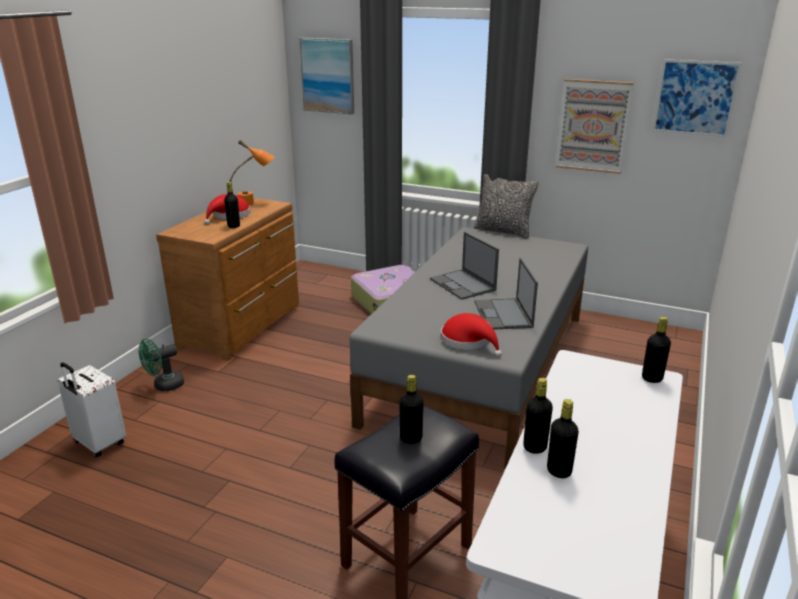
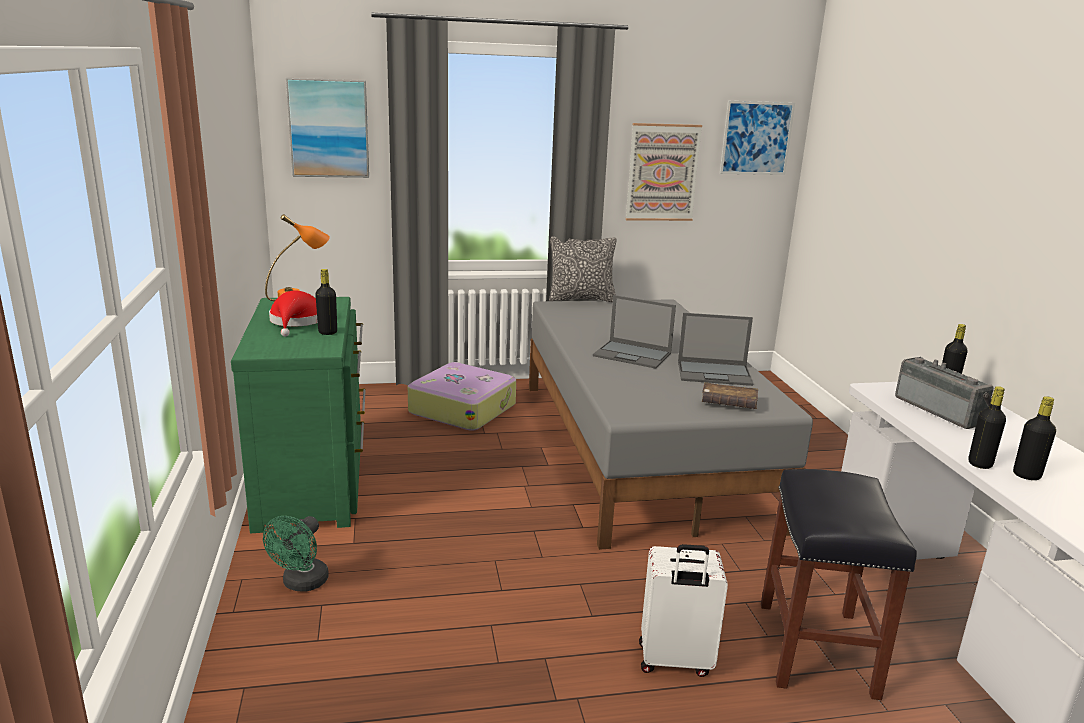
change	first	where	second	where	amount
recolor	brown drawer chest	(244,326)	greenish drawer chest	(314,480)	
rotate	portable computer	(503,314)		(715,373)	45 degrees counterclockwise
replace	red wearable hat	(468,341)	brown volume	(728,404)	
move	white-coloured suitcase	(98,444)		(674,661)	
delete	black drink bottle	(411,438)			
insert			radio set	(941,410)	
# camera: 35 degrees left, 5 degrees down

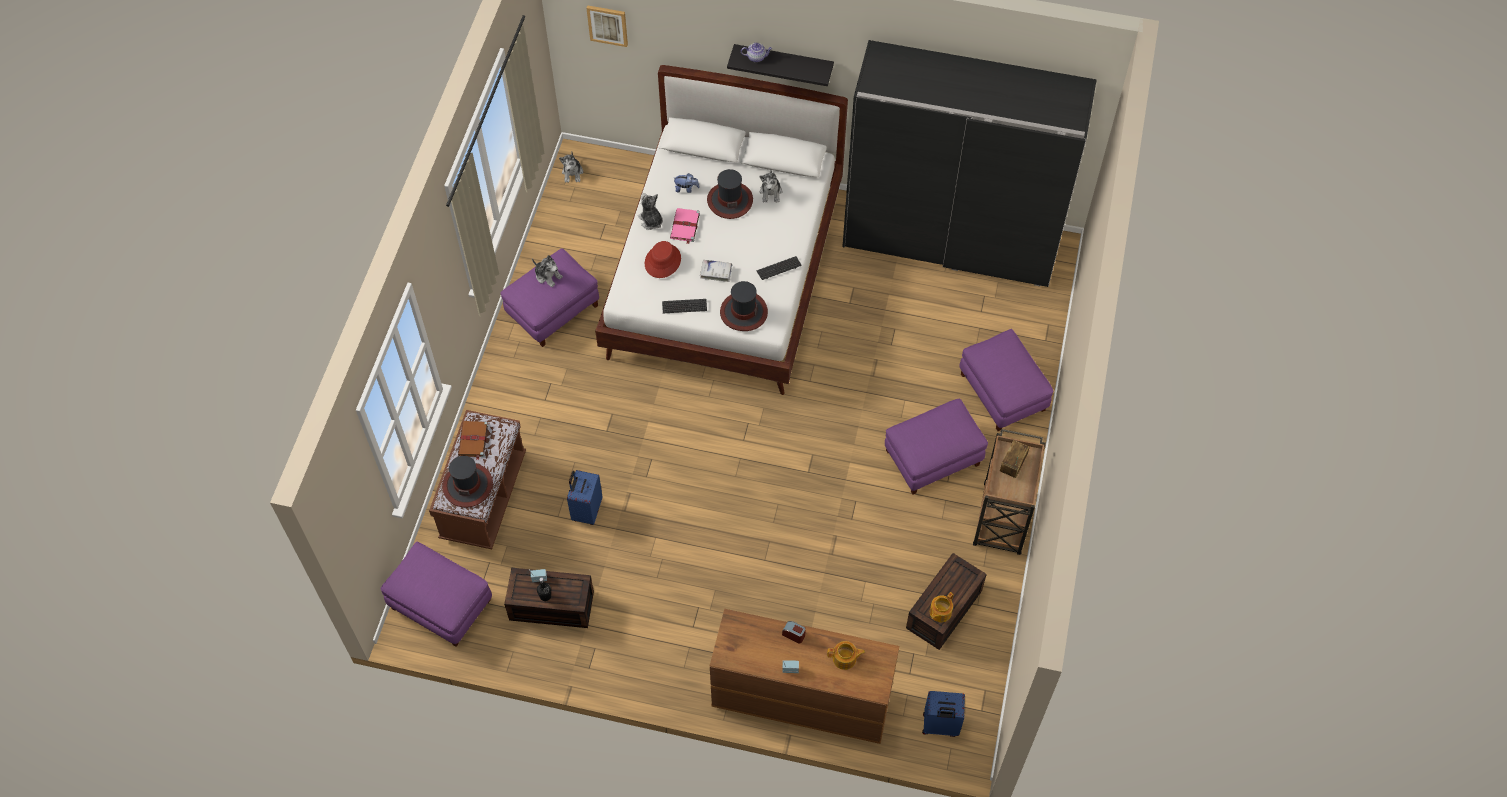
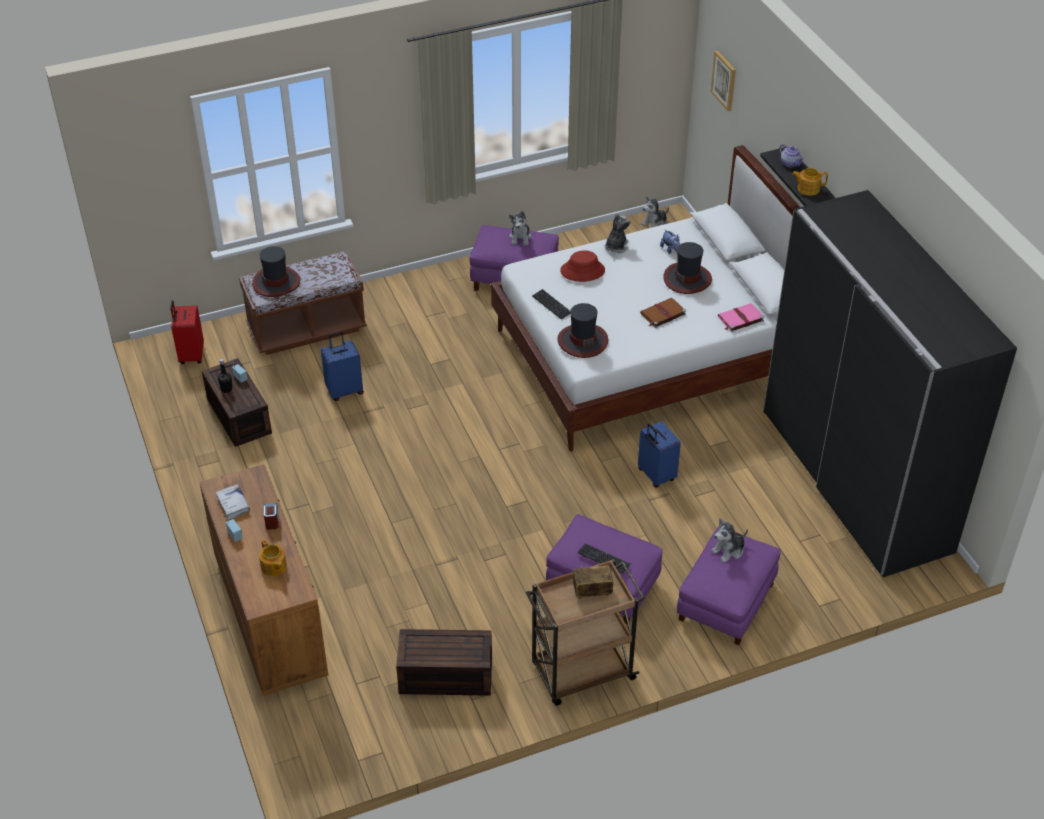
change	first	where	second	where	amount
move	soft toy	(771,192)		(728,550)	
move	pink-coloured volume	(685,226)		(740,319)	
move	keyboard	(779,268)		(603,559)	
move	white-coloured volume	(716,272)		(233,504)	
move	brown volume	(473,440)		(662,314)	
replace	purple footrest	(440,605)	red suitcase	(191,355)	
move	teapot	(940,612)		(808,188)	
move	blue-coloured suitcase	(940,726)		(655,475)	
# camera: 55 degrees right, 15 degrees down

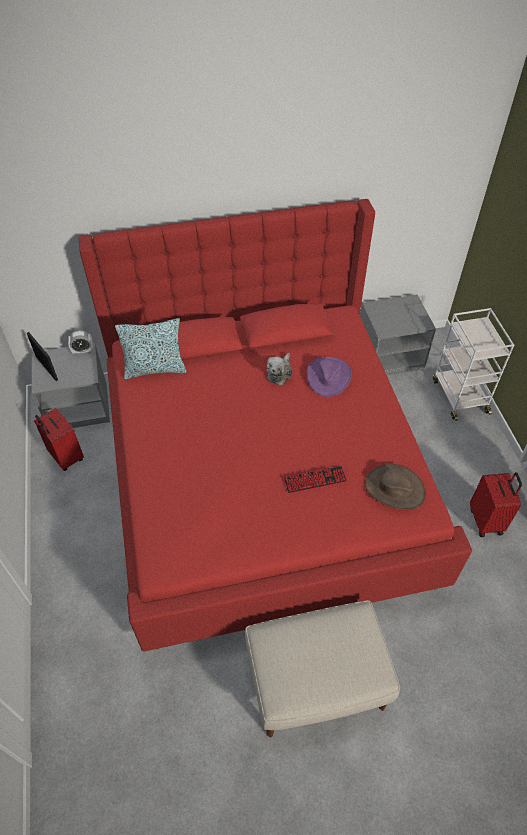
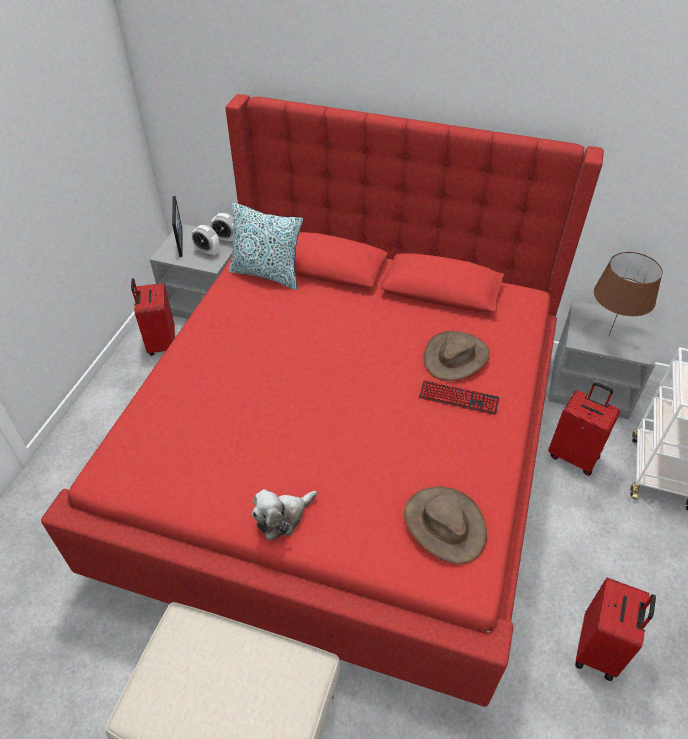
change	first	where	second	where	amount
move	soft toy	(279,373)		(283,517)	
recolor	purple wearable hat	(328,376)	brown wearable hat	(455,357)	
move	keyboard	(315,480)		(458,398)	
insert			table clock	(207,252)	
insert			brown lamp for a table	(608,335)	
insert			red suitcase	(574,455)	
# camera: 30 degrees right, 5 degrees down

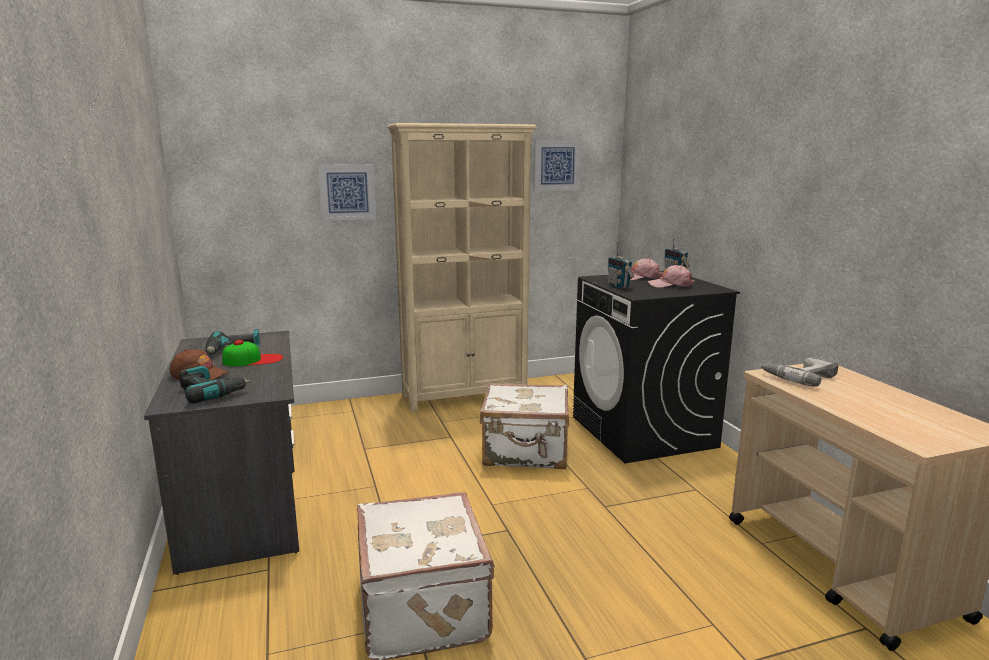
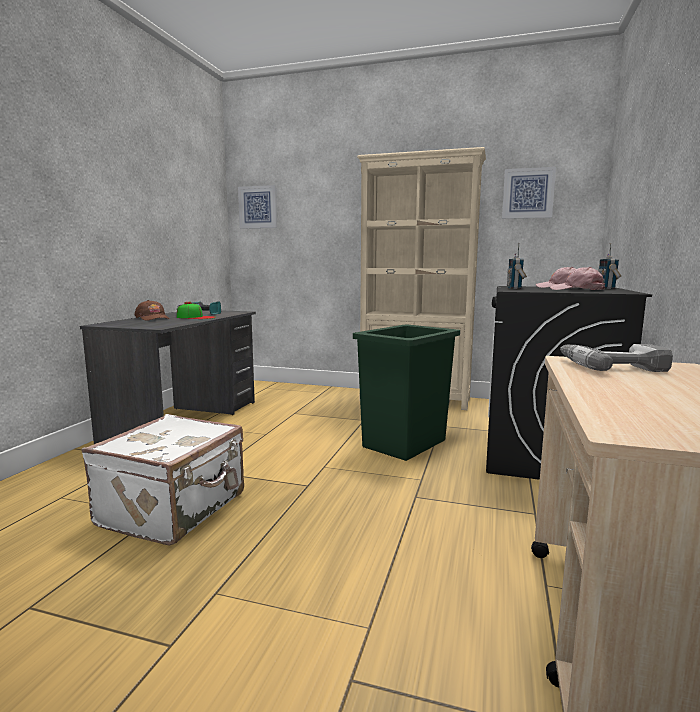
change	first	where	second	where	amount
move	picture	(347,192)		(258,207)	
delete	power drill	(211,392)			
replace	white-coloured suitcase	(526,453)	greenish rubbish bin	(405,443)	
# camera: 35 degrees right, 5 degrees down

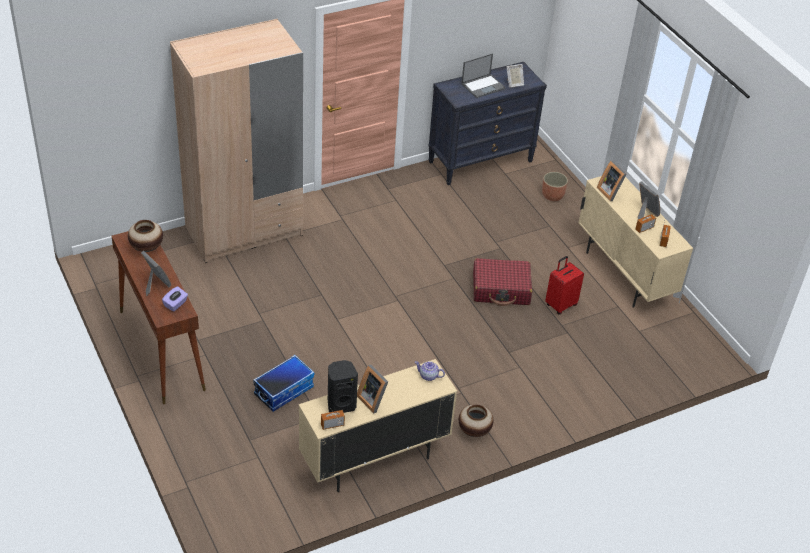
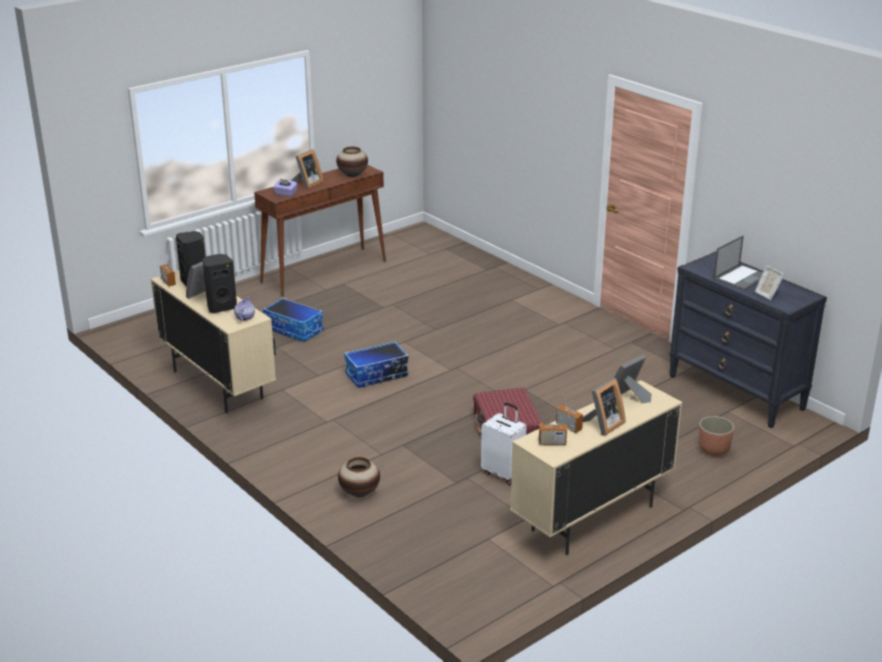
change	first	where	second	where	amount
delete	beige-coloured armoire	(244,231)			
rotate	portable computer	(483,86)		(741,277)	90 degrees counterclockwise
recolor	red suitcase	(560,304)	white-coloured suitcase	(503,473)	
move	vase	(474,431)		(359,493)	
insert			black loudspeaker	(221,307)	
insert			storage container	(376,375)	
# camera: 80 degrees right, 15 degrees down

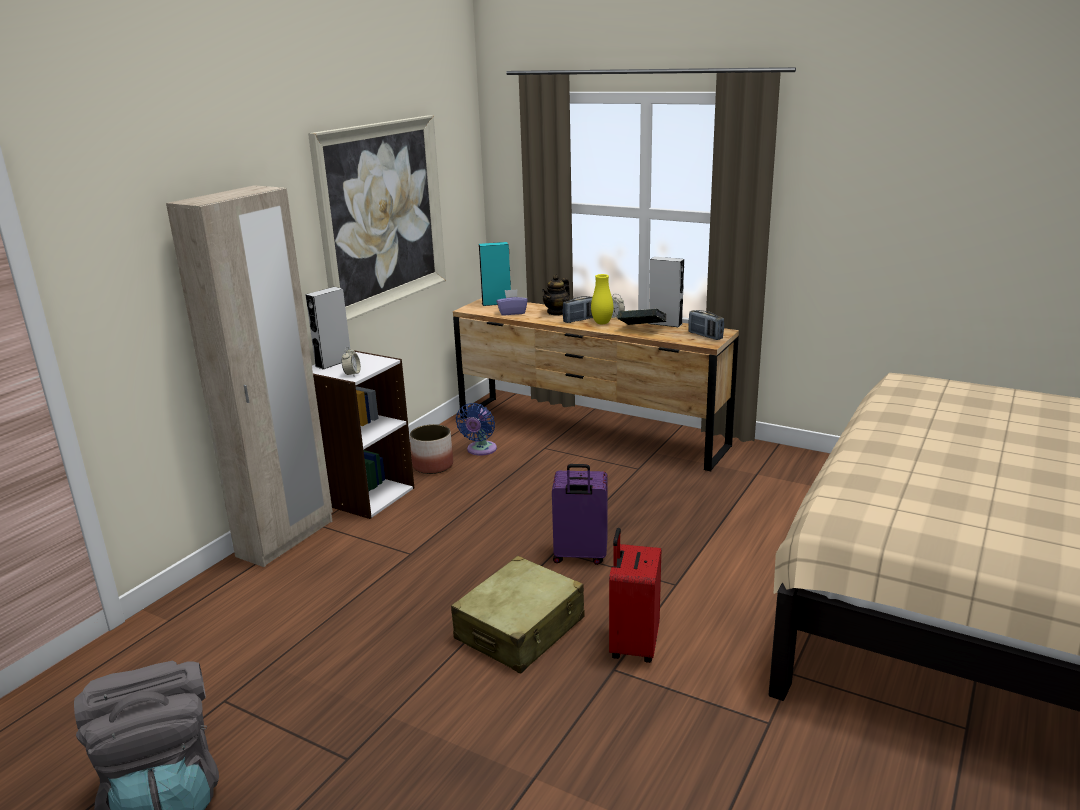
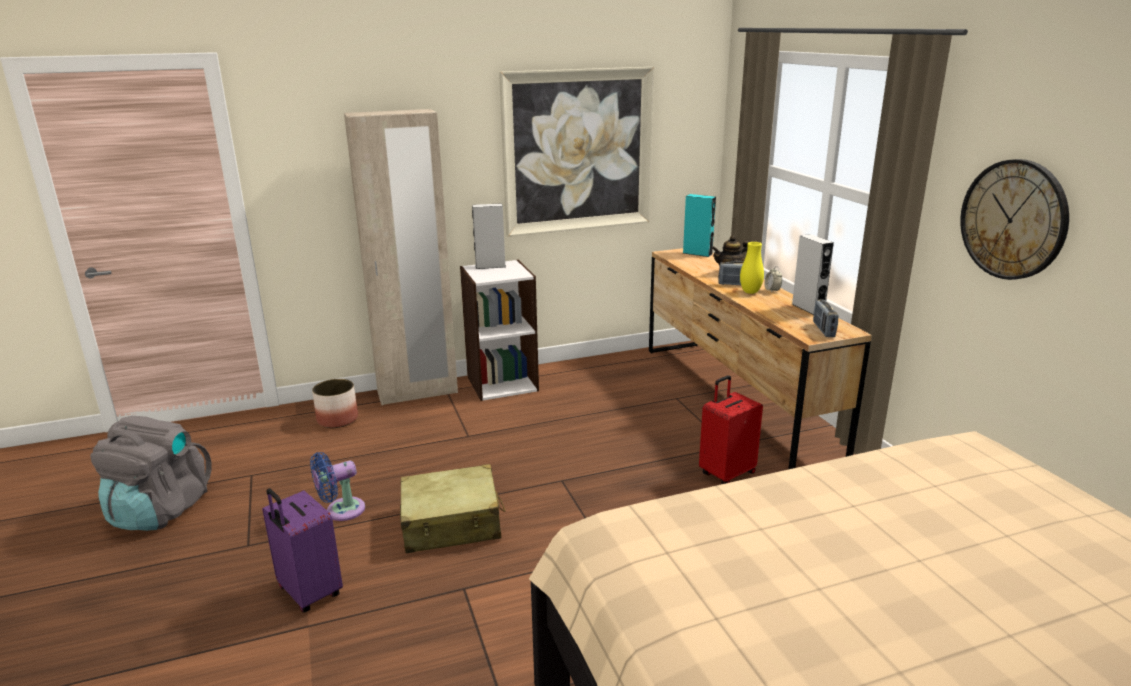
change	first	where	second	where	amount
delete	purple tissue box	(512,312)			
delete	volume	(642,329)			
delete	table clock	(352,374)			
move	blue-coloured electric fan	(480,450)		(341,511)	
move	planter	(432,465)		(338,419)	
move	purple suitcase	(580,556)		(308,593)	
move	red suitcase	(632,645)		(726,473)	
insert			wall clock	(1013,219)	
# camera: 40 degrees right, 0 degrees up

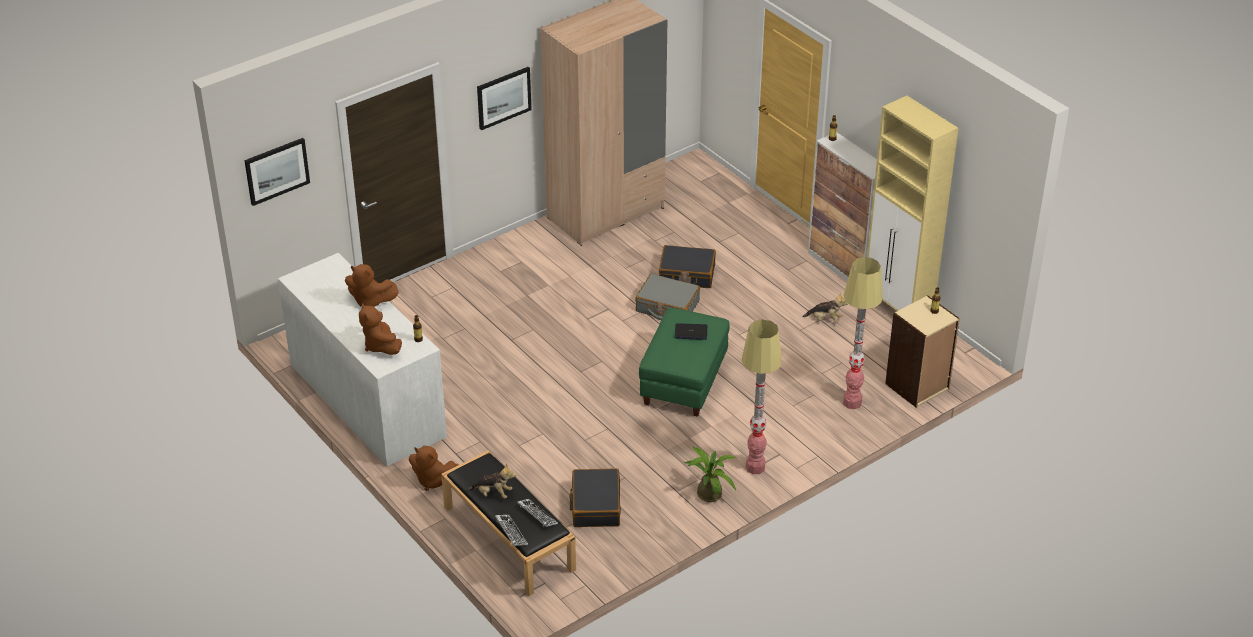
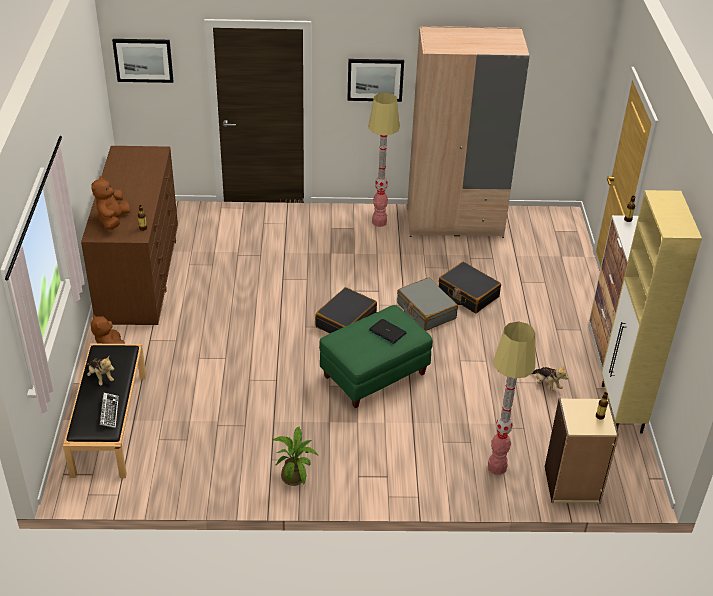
change	first	where	second	where	amount
recolor	white-coloured drawer chest	(367,400)	brown drawer chest	(139,271)	
delete	brown soft toy	(370,301)			
move	standing lamp	(755,467)		(379,222)	
move	black suitcase	(595,505)		(345,321)	
delete	keyboard	(511,532)			
# camera: 35 degrees right, 0 degrees up

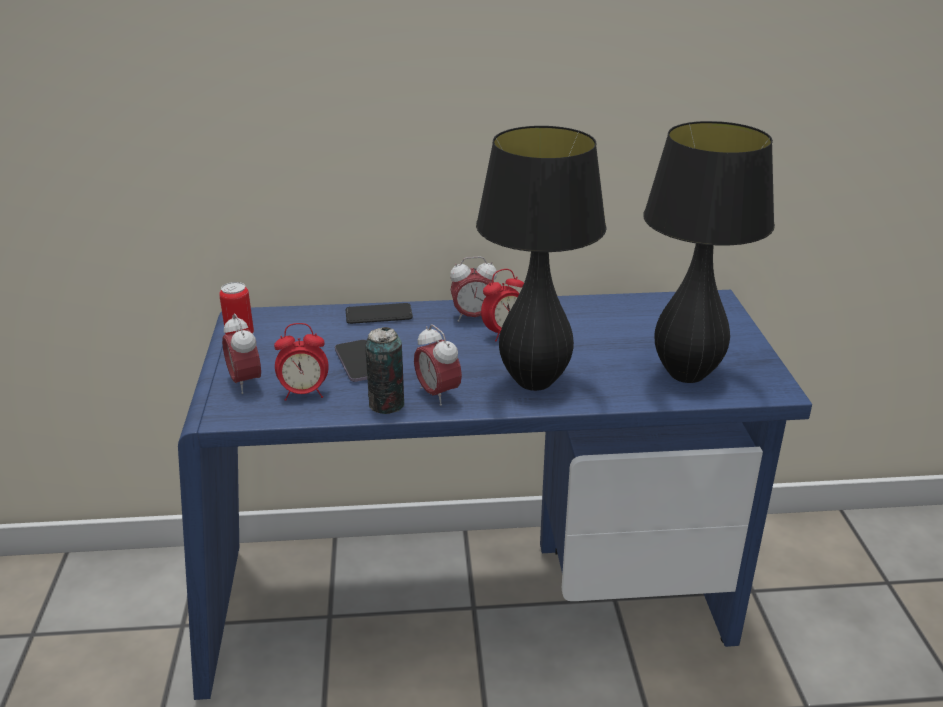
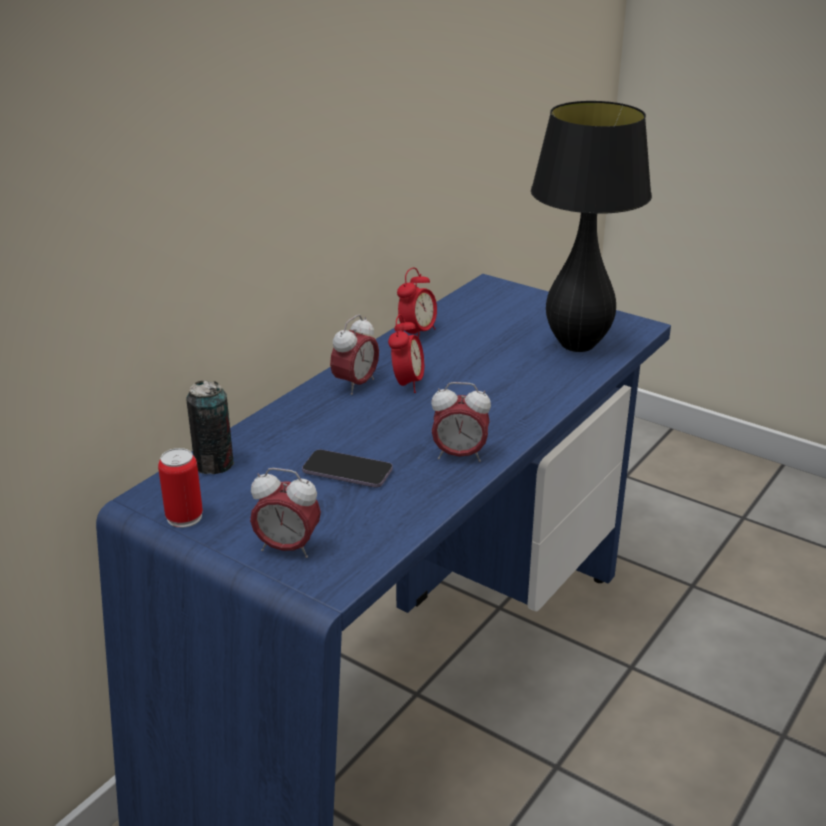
change	first	where	second	where	amount
delete	black lamp for a table	(534,382)			
delete	telephone	(379,315)			
move	table clock	(304,393)		(417,333)	
move	can	(386,404)		(214,464)	
# camera: 50 degrees left, 0 degrees up

